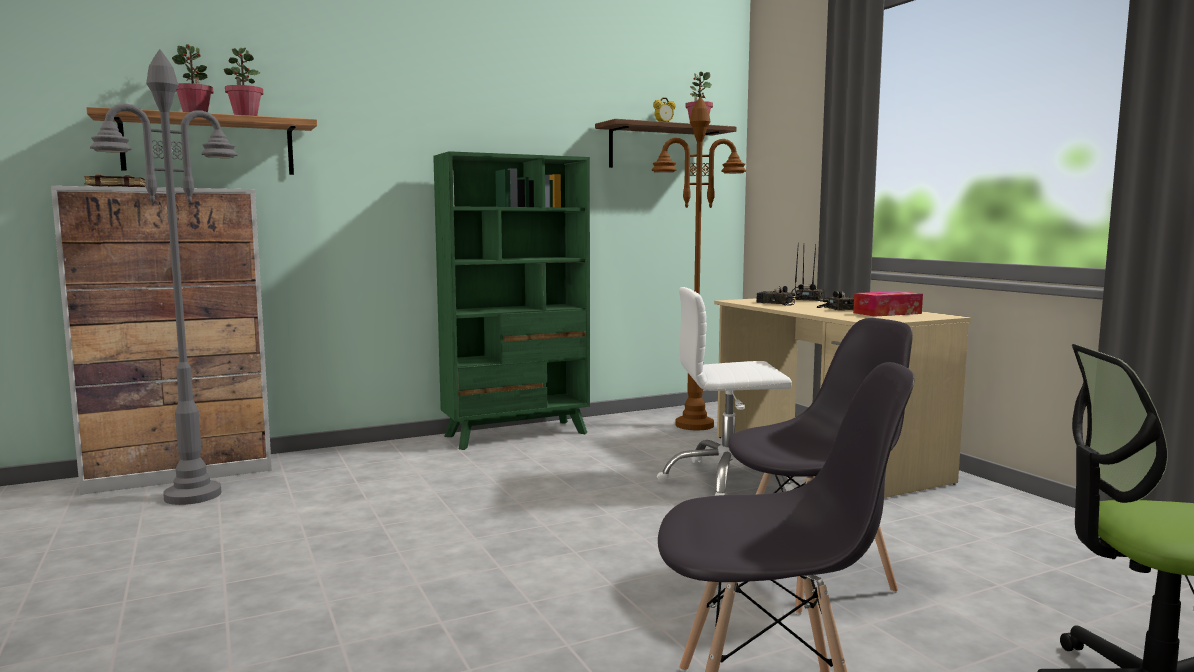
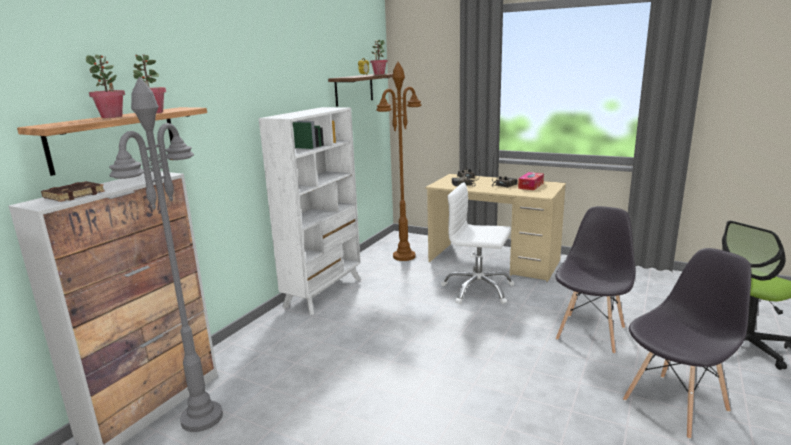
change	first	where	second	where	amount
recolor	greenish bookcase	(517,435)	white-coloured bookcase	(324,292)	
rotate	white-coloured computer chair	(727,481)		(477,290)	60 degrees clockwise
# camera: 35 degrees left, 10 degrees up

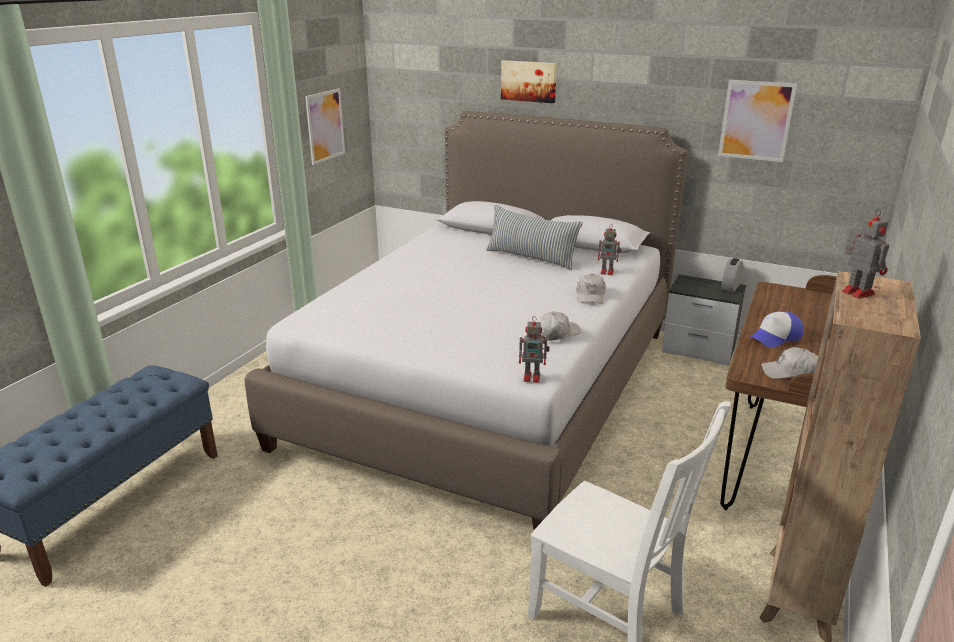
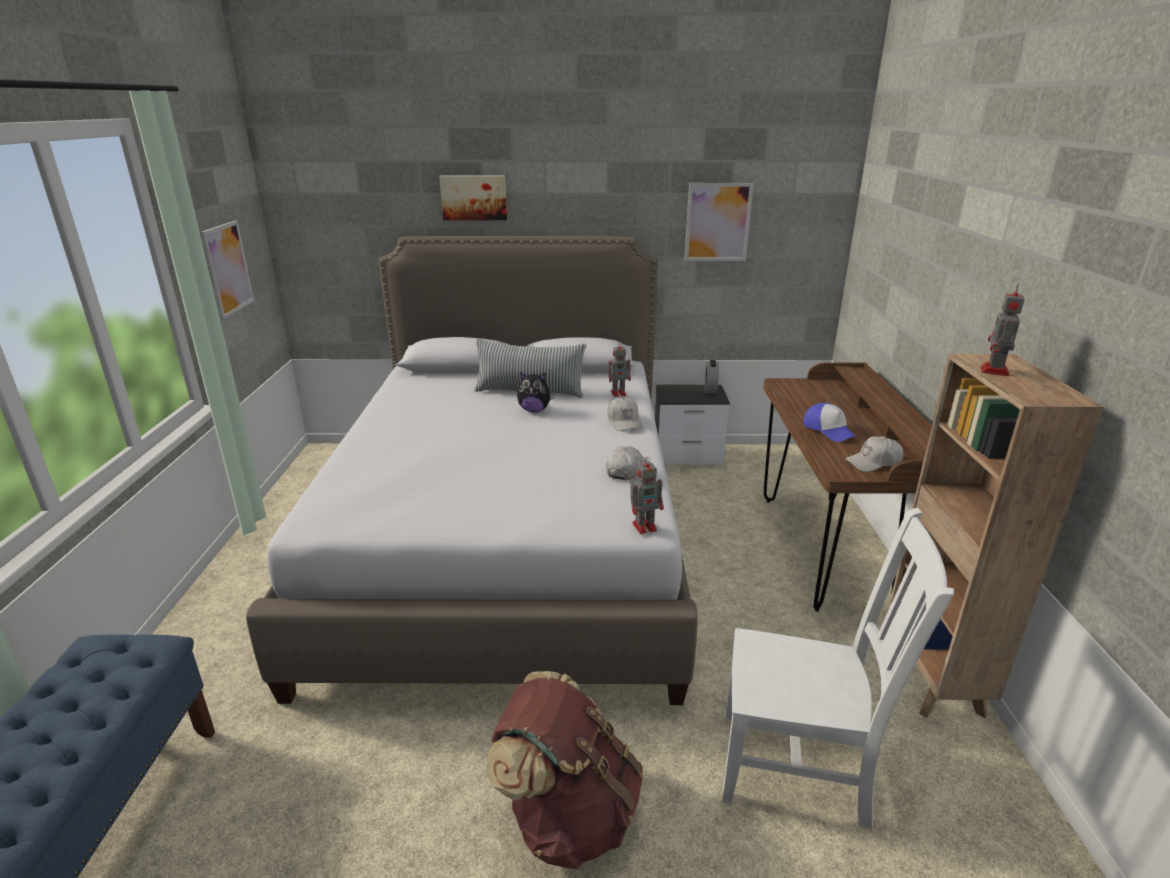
change	first	where	second	where	amount
rotate	toy robot	(857,292)		(994,371)	105 degrees counterclockwise
rotate	cap	(775,337)		(829,430)	60 degrees counterclockwise
insert			soft toy	(534,410)	
insert			brown rucksack	(568,815)	
# camera: 25 degrees left, 0 degrees up

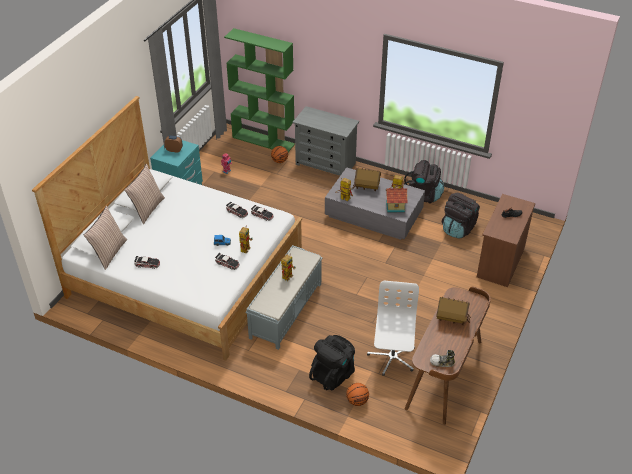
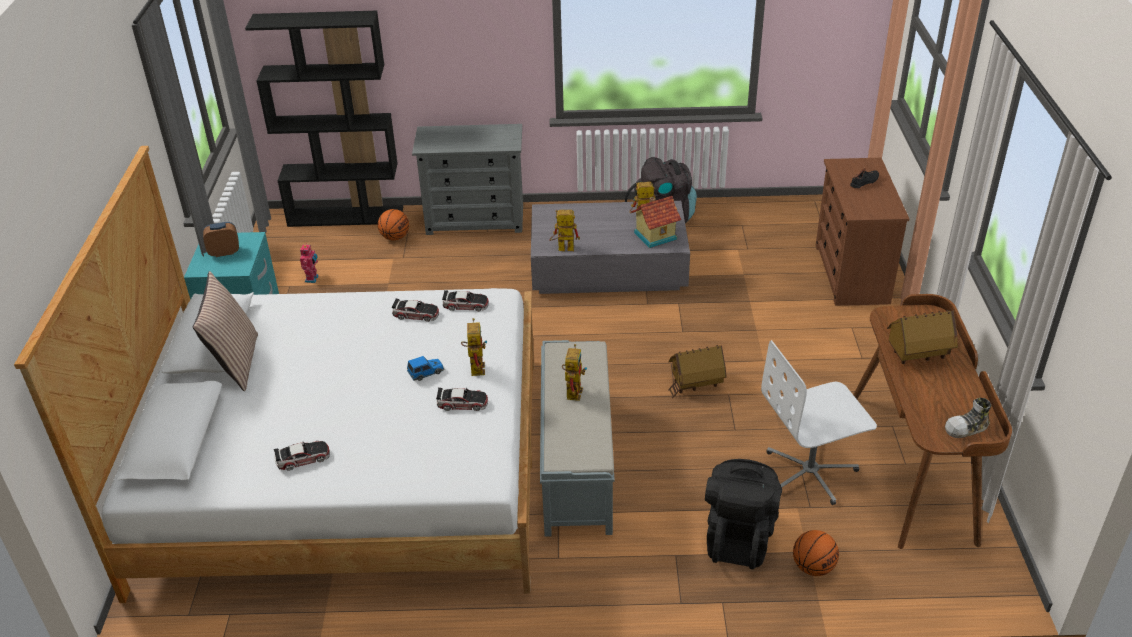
change	first	where	second	where	amount
recolor	greenish bookcase	(264,140)	black bookcase	(346,216)	
move	toy house	(366,187)		(695,385)	
delete	black rucksack	(458,229)			
delete	pillow	(109,252)			
rotate	white-coloured computer chair	(392,357)		(810,472)	90 degrees counterclockwise
# camera: 25 degrees left, 5 degrees down

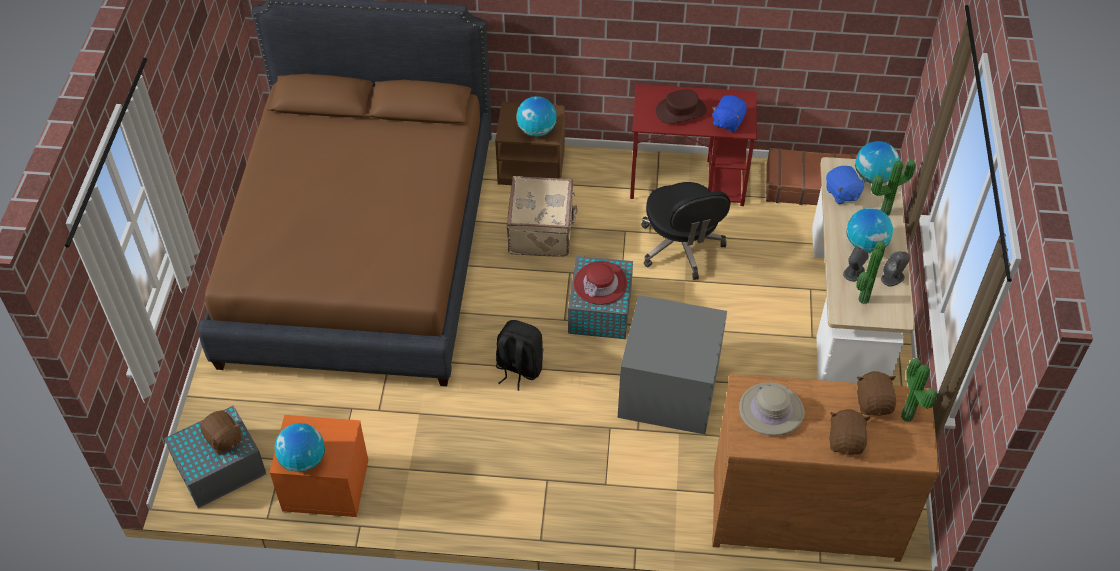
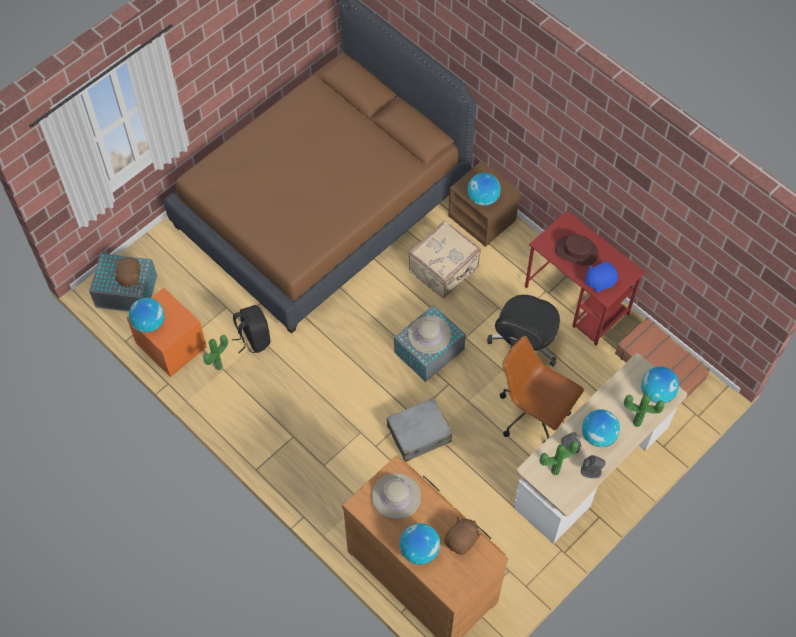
change	first	where	second	where	amount
delete	blue-coloured soft toy	(842,193)			
recolor	red wearable hat	(600,284)	beige-coloured wearable hat	(429,335)	
replace	grey storage container	(667,388)	grey suitcase	(419,434)	
move	black rucksack	(518,368)		(253,339)	
move	potted plant	(909,416)		(220,367)	
replace	brown soft toy	(846,441)	globe	(419,550)	
insert			brown computer chair	(534,415)	
# camera: 40 degrees right, 10 degrees up

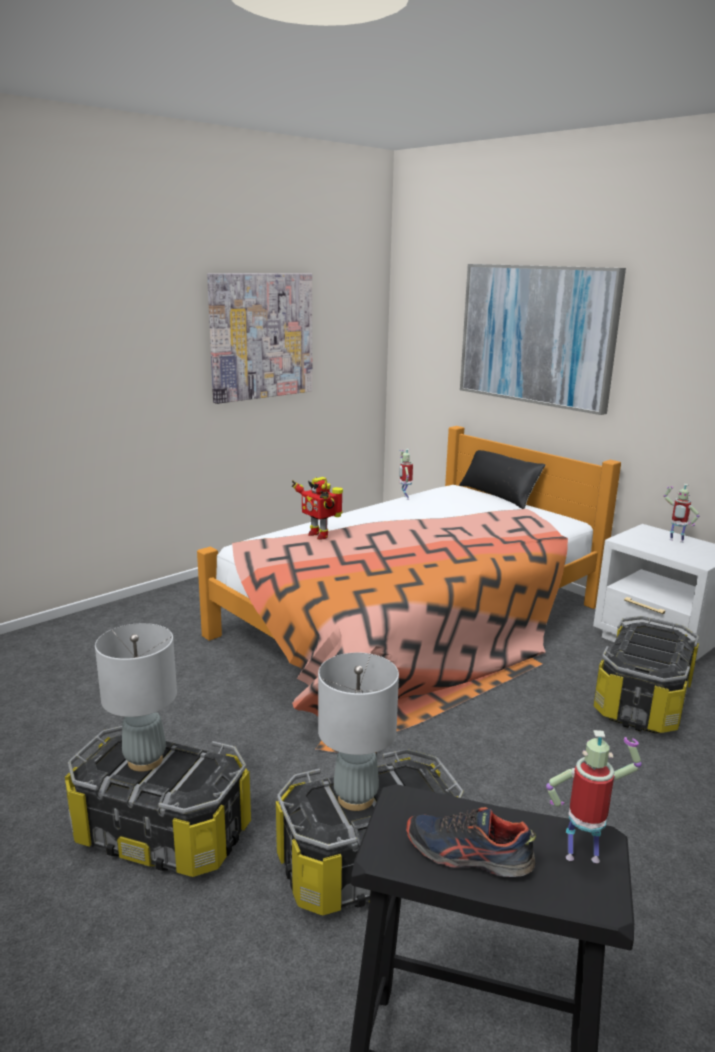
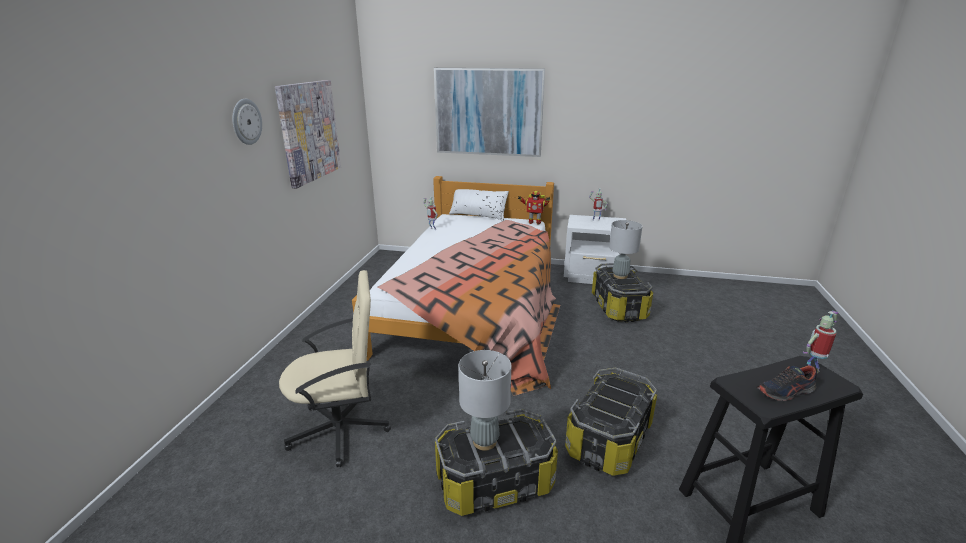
change	first	where	second	where	amount
recolor	black pillow	(498,495)	white-coloured pillow	(478,215)	
move	toy robot	(319,535)		(534,222)	
move	grey lamp for a table	(355,798)		(620,276)	
insert			wall clock	(246,121)	
insert			beige-coloured computer chair	(341,429)	
# camera: 35 degrees left, 5 degrees up

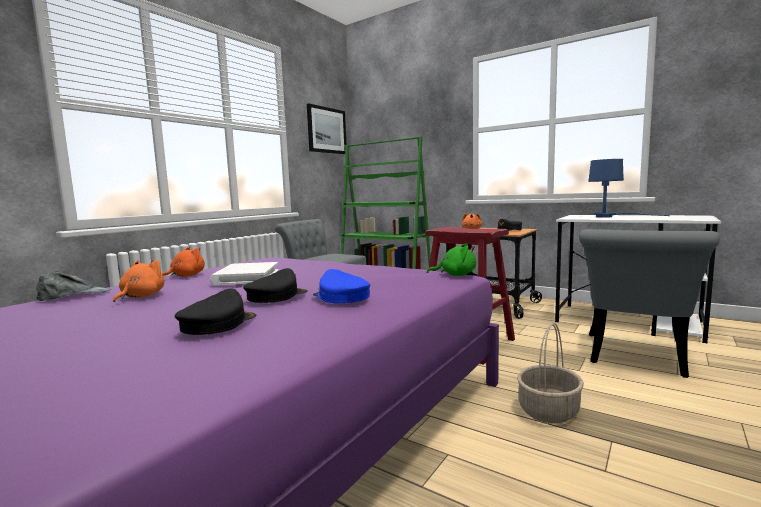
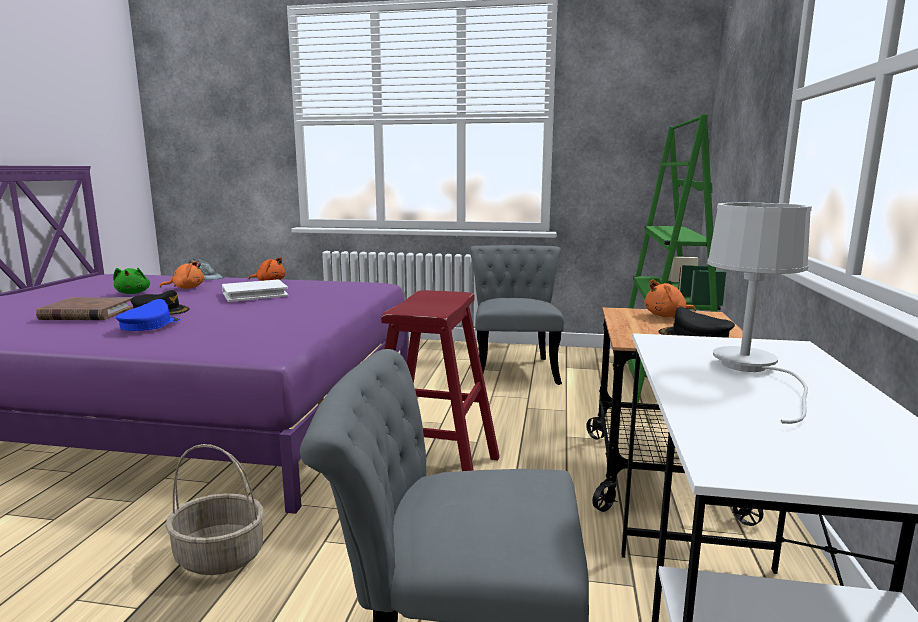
change	first	where	second	where	amount
delete	picture	(326,130)			
recolor	blue-coloured lamp for a table	(611,217)	white-coloured lamp for a table	(752,371)	
move	greenish soft toy	(455,275)		(133,293)	
replace	black cap	(217,323)	brown volume	(87,313)	
# camera: 65 degrees right, 5 degrees up

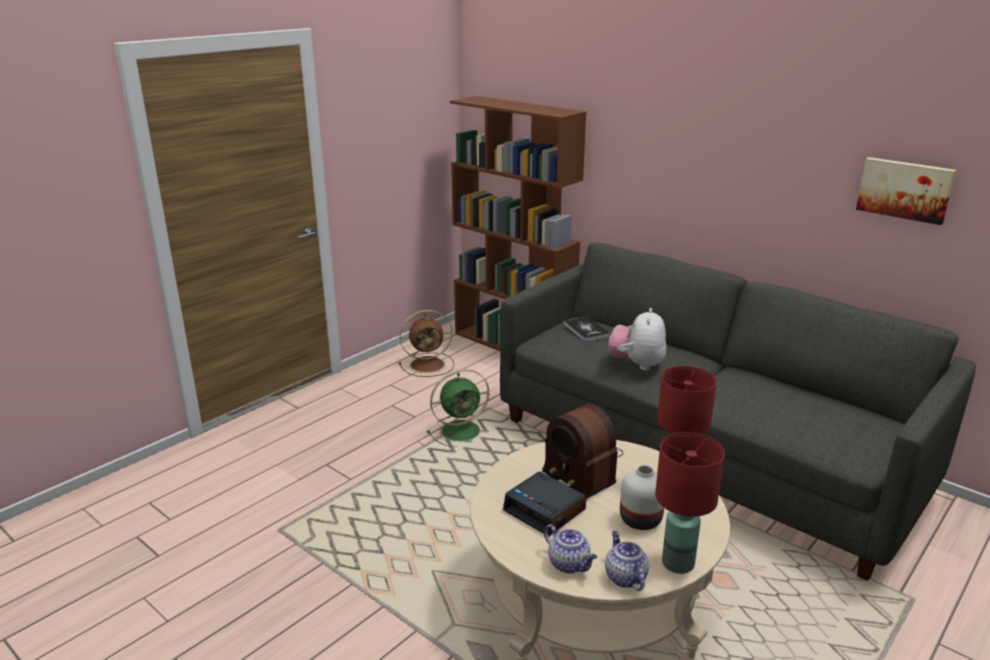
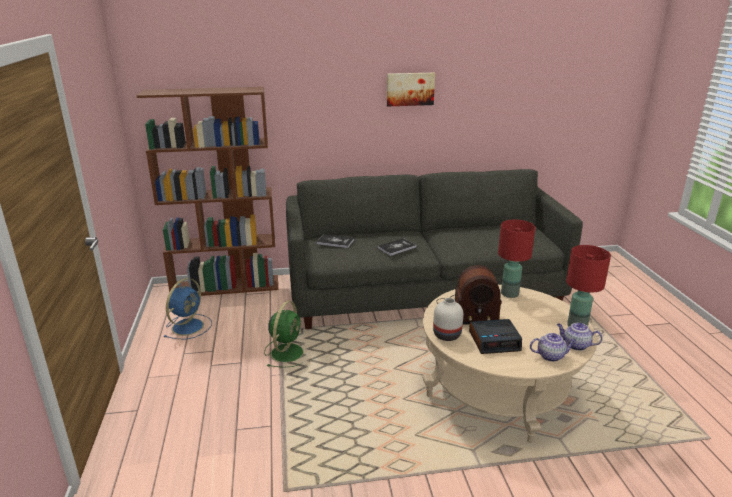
change	first	where	second	where	amount
move	picture	(905,189)		(410,89)	
replace	soft toy	(636,364)	volume	(397,247)	
recolor	brown electric fan	(429,365)	blue-coloured electric fan	(189,326)	
move	white-coloured vase	(641,519)		(446,334)	
# camera: 50 degrees left, 0 degrees up

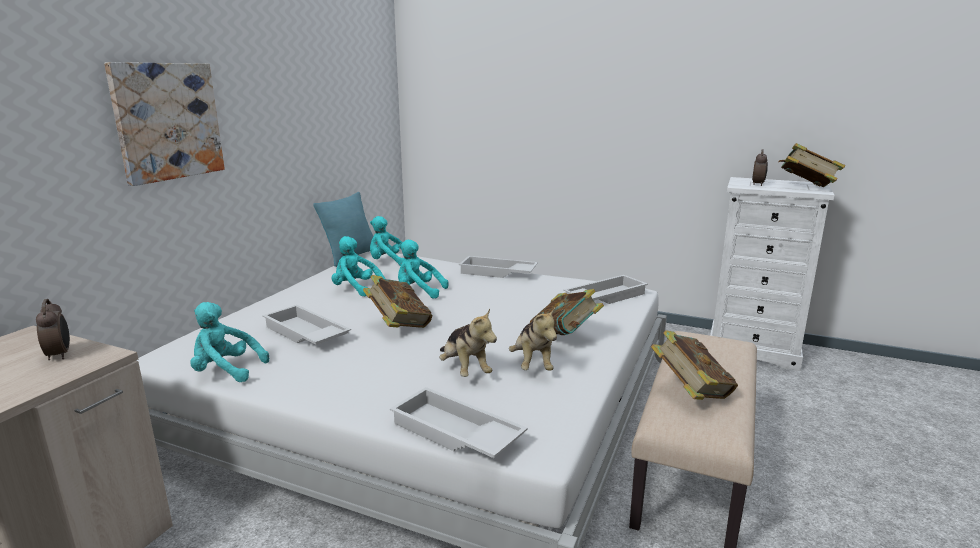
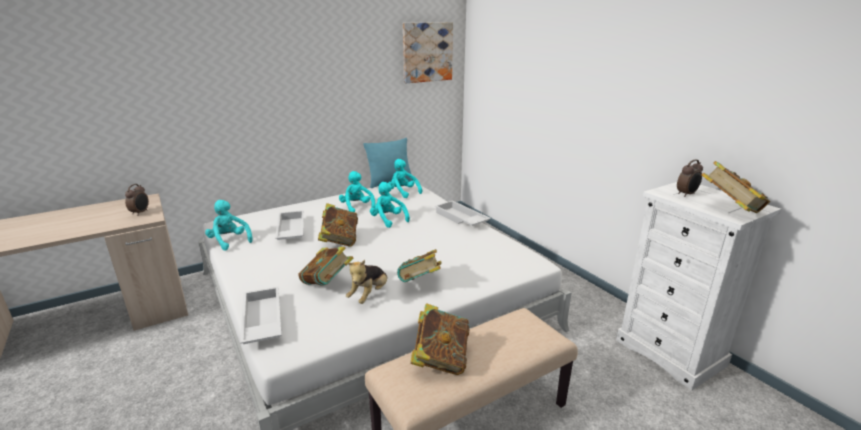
change	first	where	second	where	amount
move	picture	(167,121)		(427,52)	
delete	white-coloured tray	(605,296)			
replace	soft toy	(465,370)	volume	(327,283)	
# camera: 35 degrees right, 5 degrees up

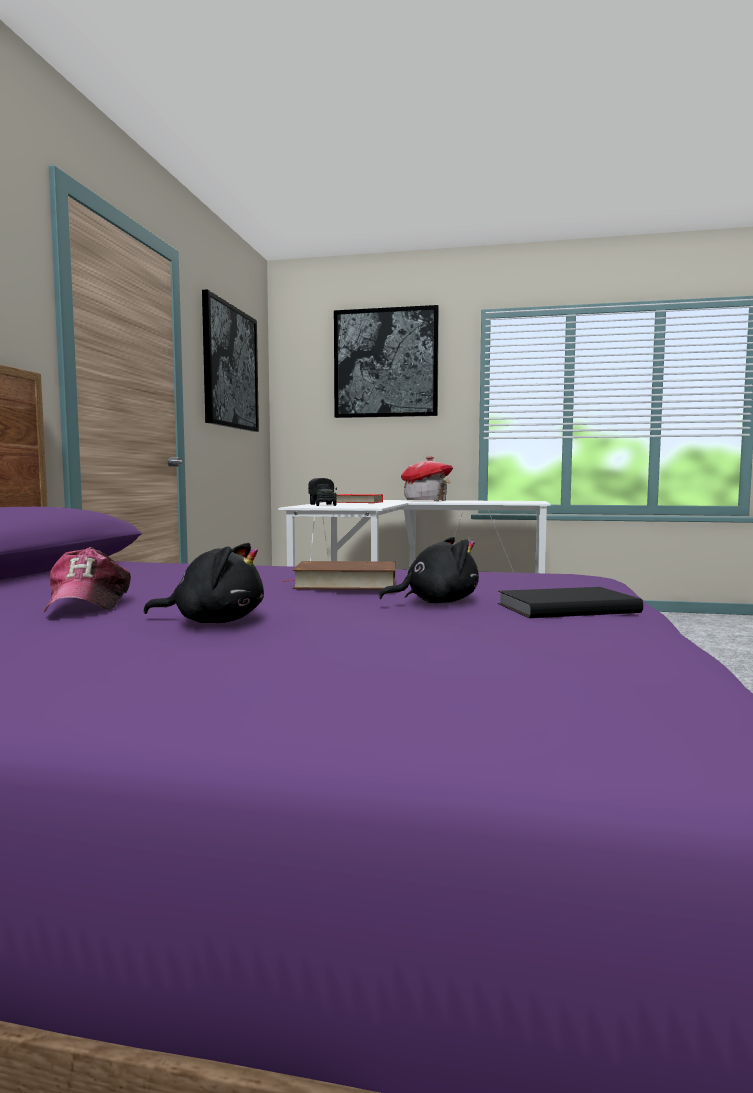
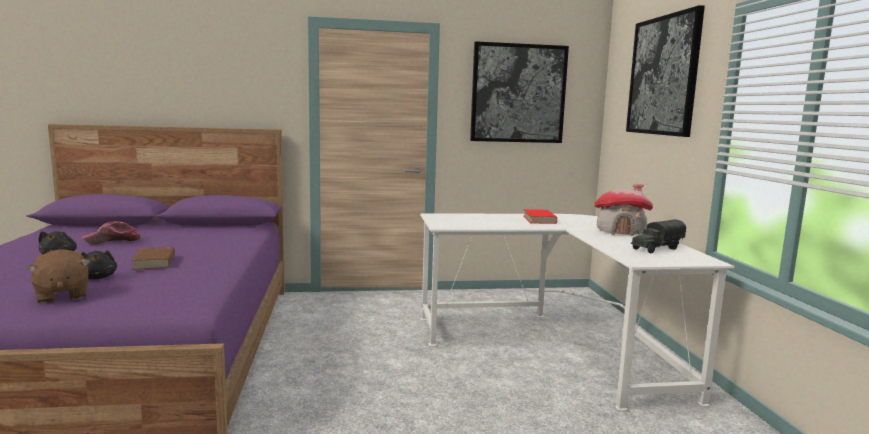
change	first	where	second	where	amount
move	toy truck	(323,505)		(656,248)	
replace	black volume	(564,607)	brown soft toy	(61,296)	
# camera: 70 degrees right, 5 degrees up

